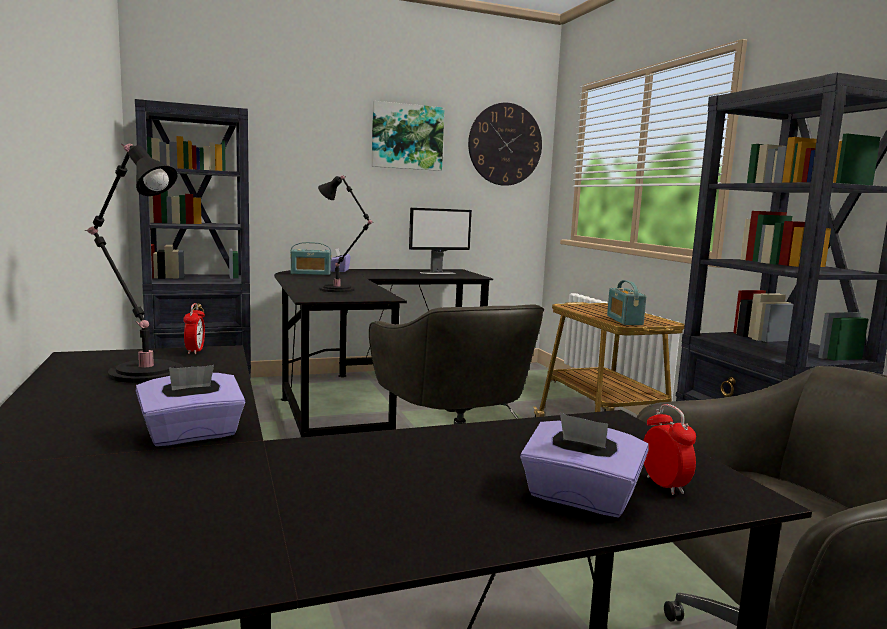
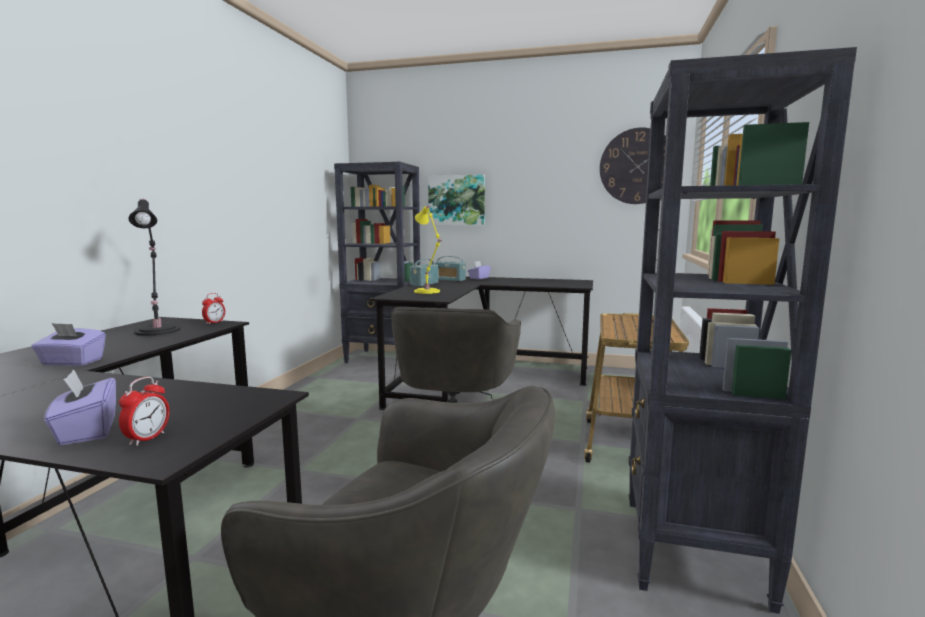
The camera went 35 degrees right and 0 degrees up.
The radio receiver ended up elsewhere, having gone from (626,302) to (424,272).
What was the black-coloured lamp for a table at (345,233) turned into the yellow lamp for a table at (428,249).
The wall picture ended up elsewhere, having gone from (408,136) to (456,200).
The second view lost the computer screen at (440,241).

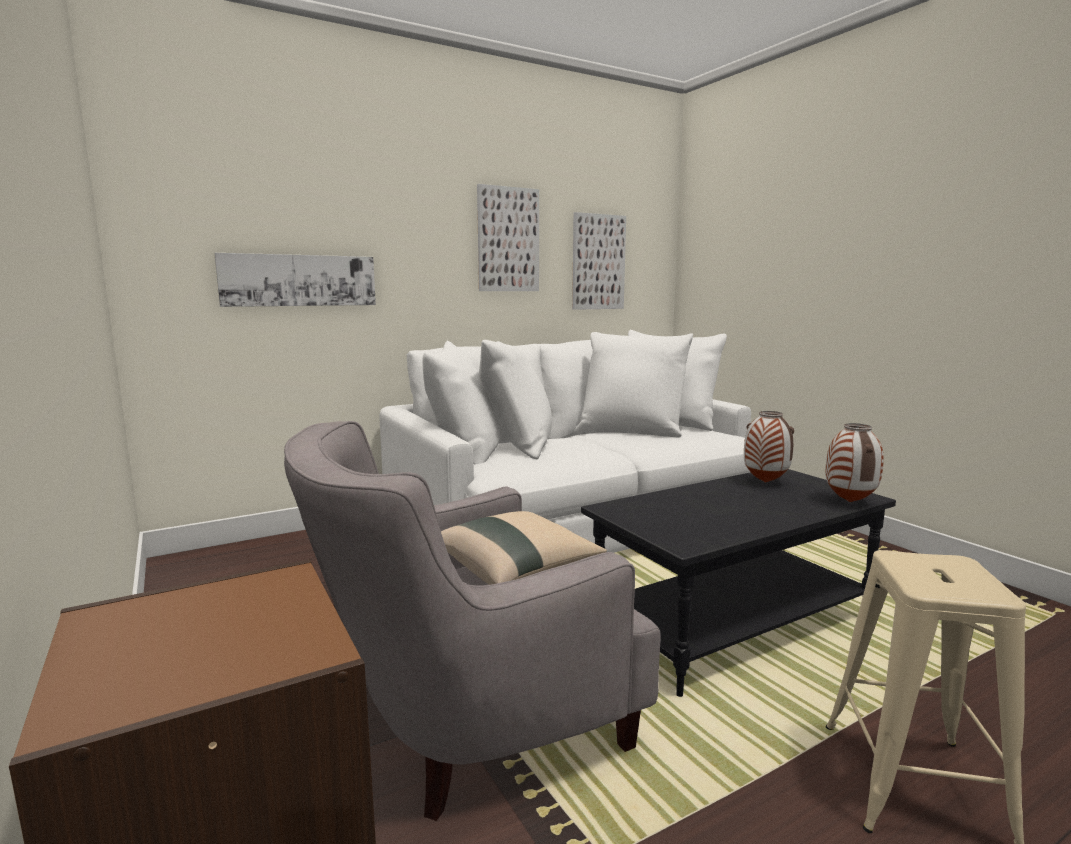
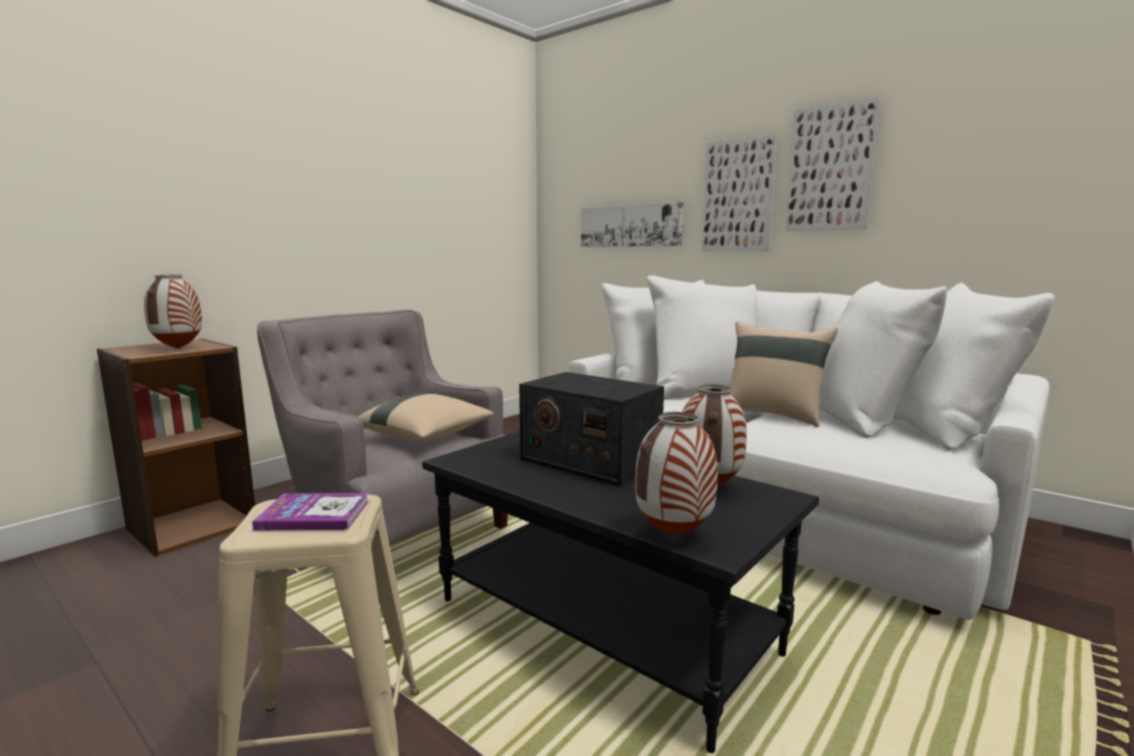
The camera went 70 degrees right and 0 degrees up.
The second view gained the vase at (173,312).
The second view gained the volume at (310,512).
The second view gained the radio receiver at (591,429).
The wall picture ended up elsewhere, having gone from (599,261) to (740,192).
The second view gained the beige-coloured cushion at (784,374).

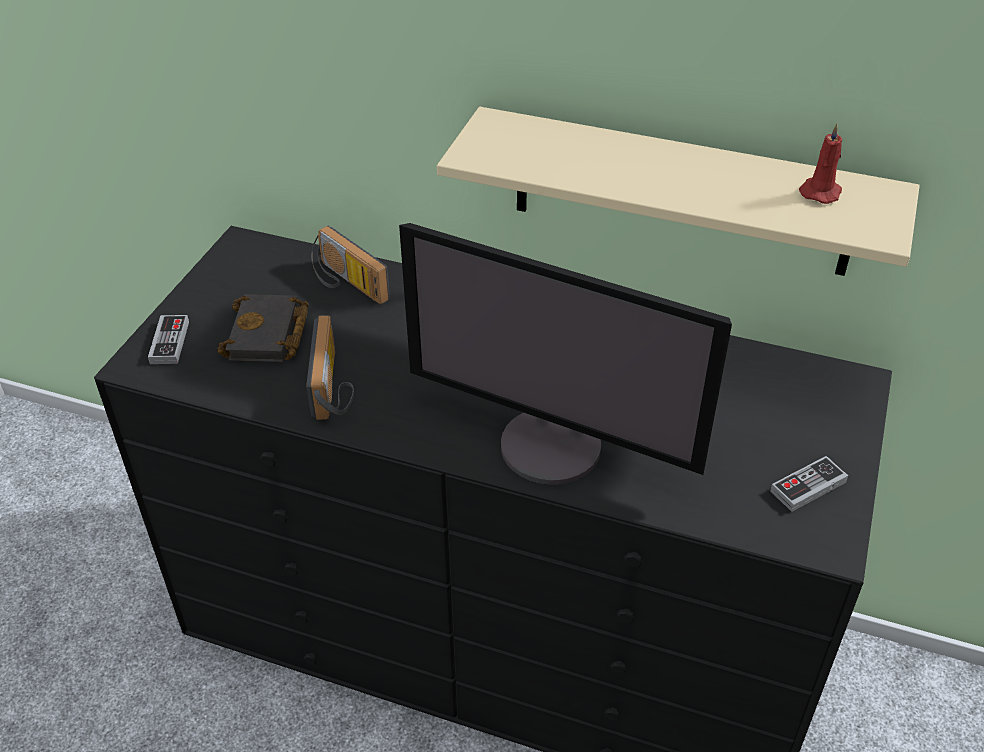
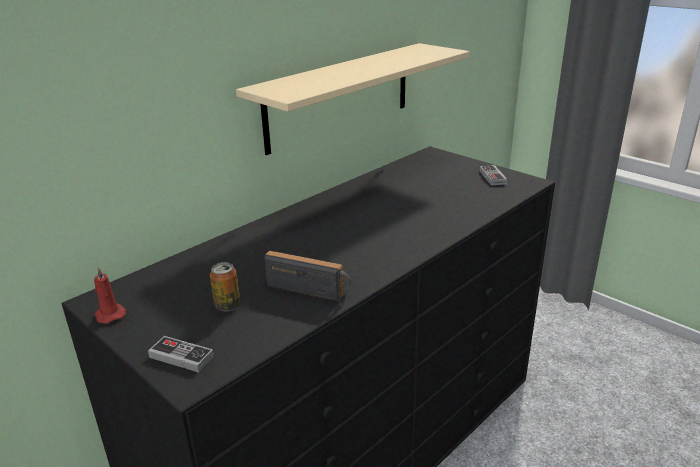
The camera went 65 degrees left and 15 degrees down.
The reddish wax candle ended up elsewhere, having gone from (820,163) to (110,295).
Where the black-coloured volume stood at (263,328), the metal can came to stand at (225,286).
The second view lost the radio receiver at (350,265).
The second view lost the computer screen at (565,354).

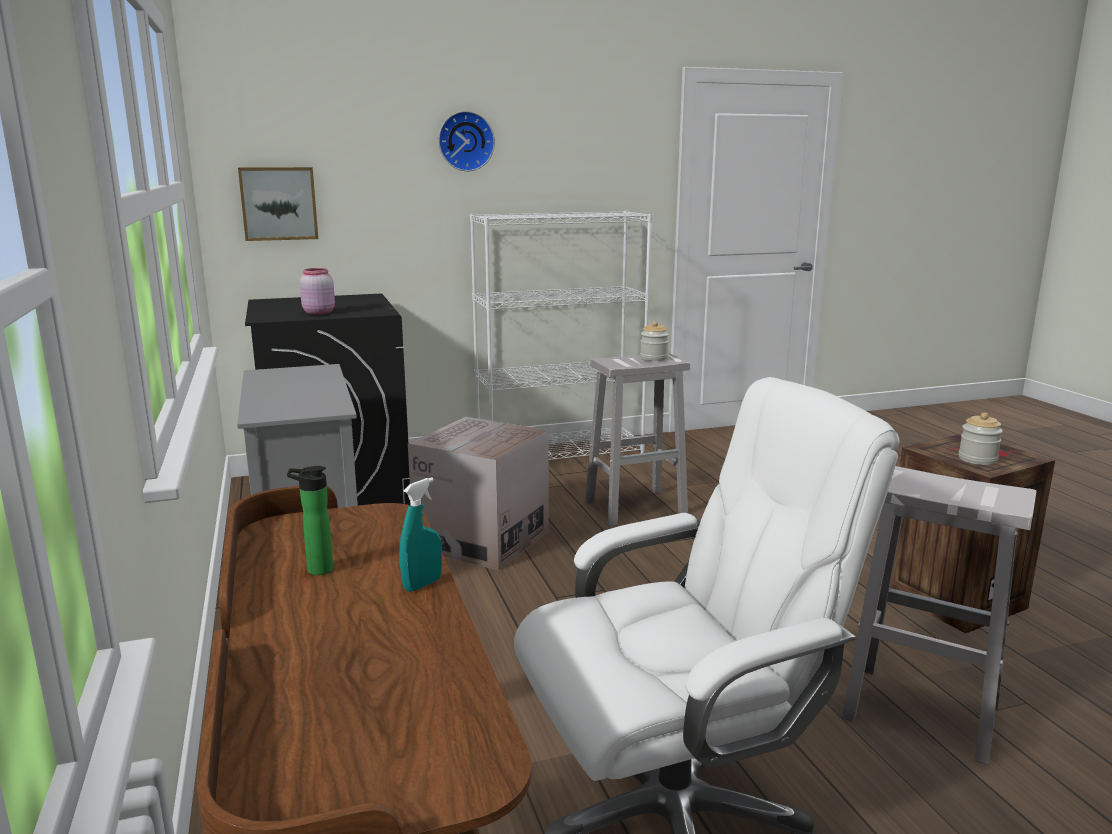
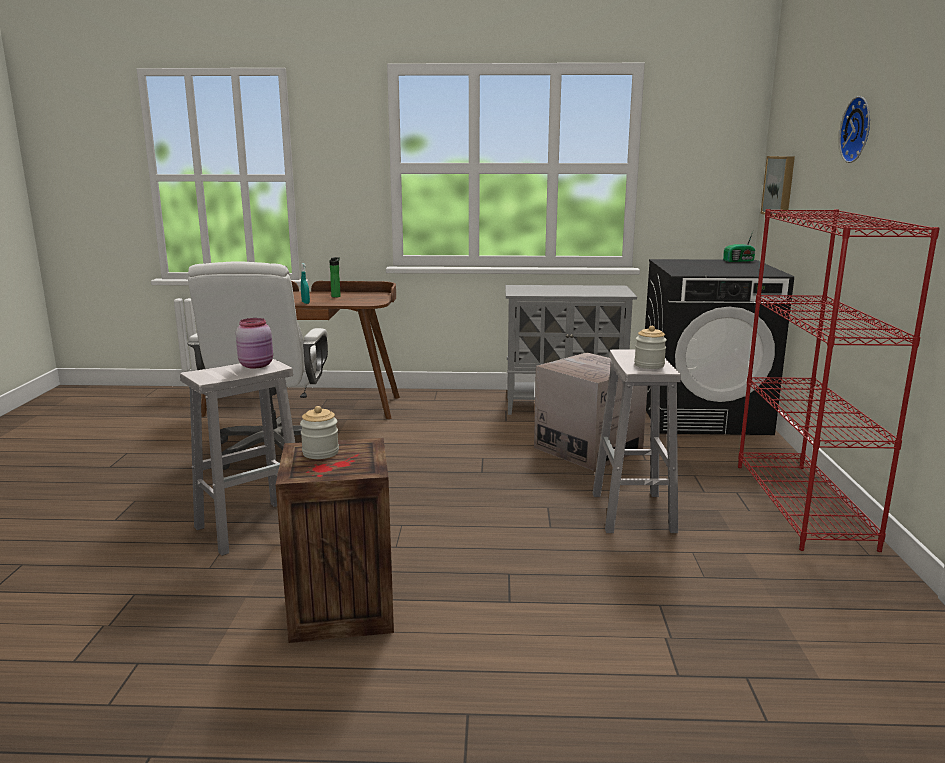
The camera went 110 degrees right and 0 degrees up.
The pinkish preserve jar ended up elsewhere, having gone from (317,291) to (254,343).
The second view gained the radio receiver at (739,247).
What was the white bookcase at (561,335) turned into the reddish bookcase at (839,380).

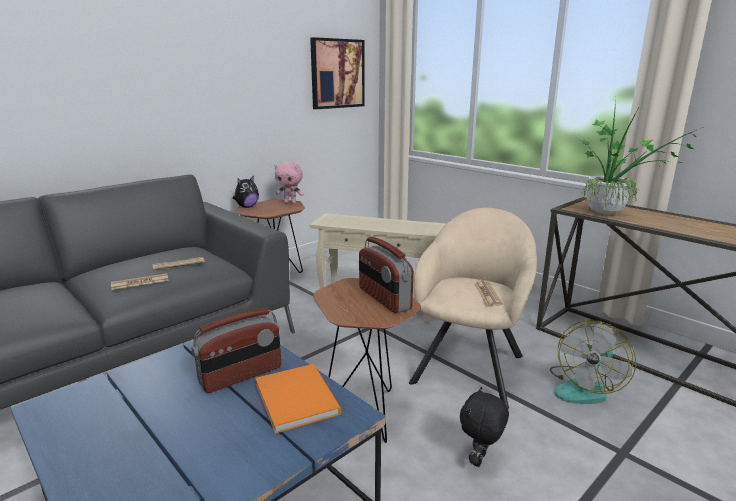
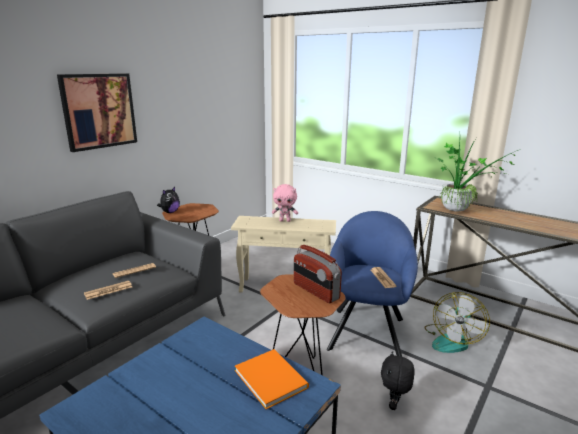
The camera went 10 degrees left and 0 degrees up.
The wall picture ended up elsewhere, having gone from (337,73) to (97,112).
The pinkish plush toy ended up elsewhere, having gone from (289,183) to (285,203).
What was the beige-coloured armchair at (473,308) turned into the blue-coloured armchair at (372,284).
The second view lost the radio receiver at (236,350).

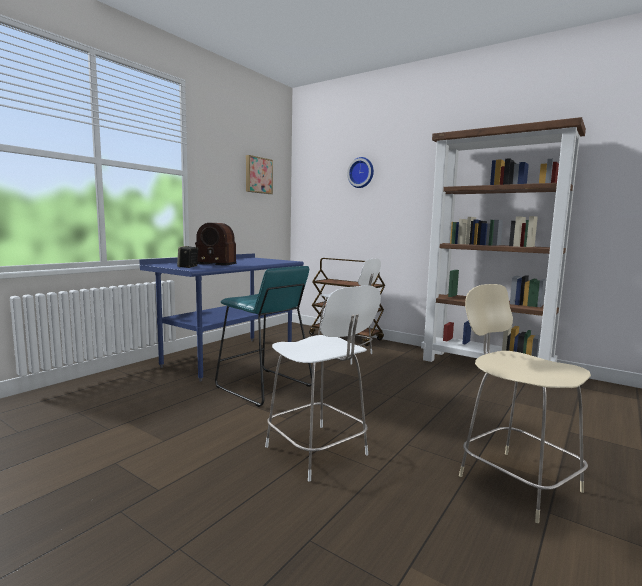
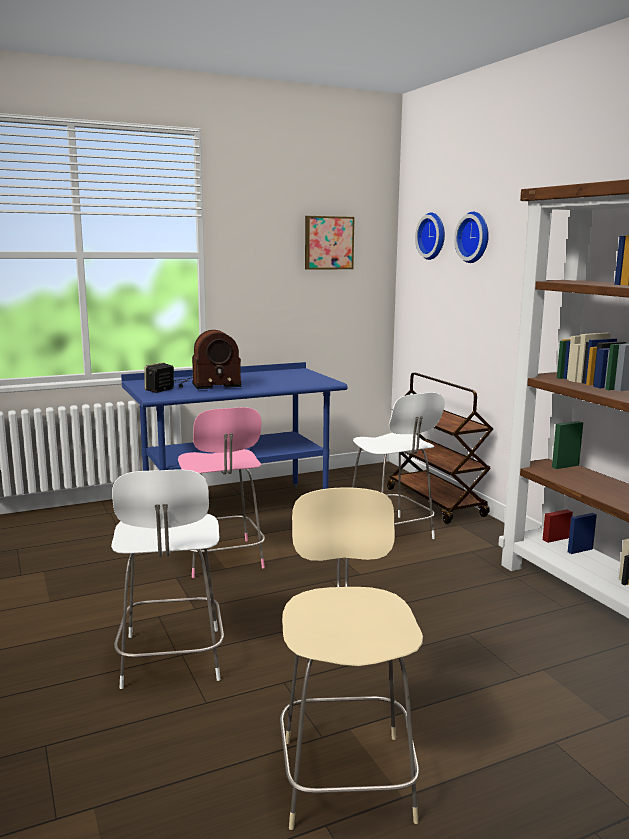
The camera went 30 degrees right and 5 degrees up.
The radio receiver at (215,244) ended up facing another way, 60 degrees counterclockwise from before.
Where the turquoise-coloured sitting stool stood at (263,336), the pinkish plain chair came to stand at (221,492).
The second view gained the hanging clock at (430,236).

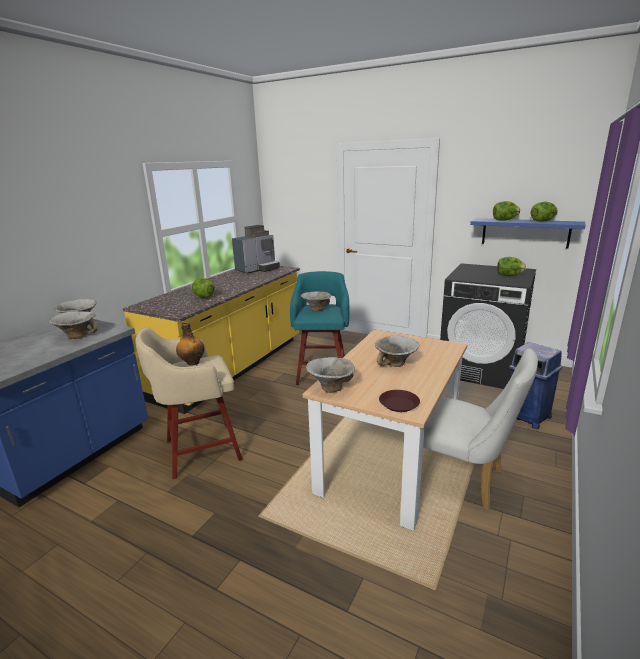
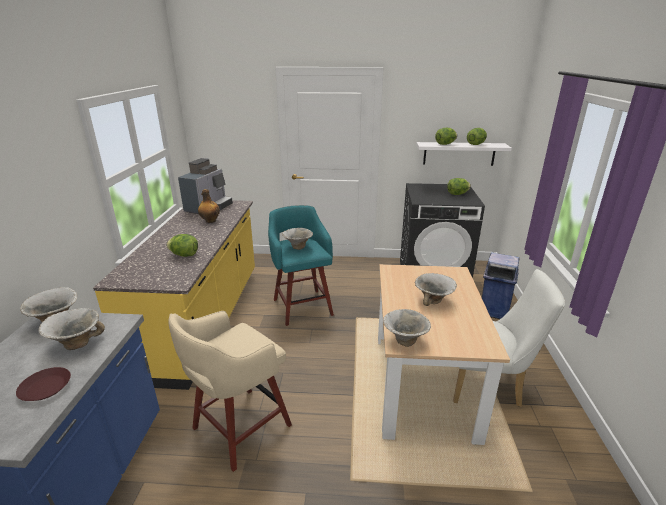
The camera went 25 degrees left and 5 degrees up.
The brownish flat dish ended up elsewhere, having gone from (399,401) to (43,384).
The beverage bottle ended up elsewhere, having gone from (190,343) to (209,206).
What was the blue-coloured bracket shelf at (528,233) turned into the white bracket shelf at (464,154).

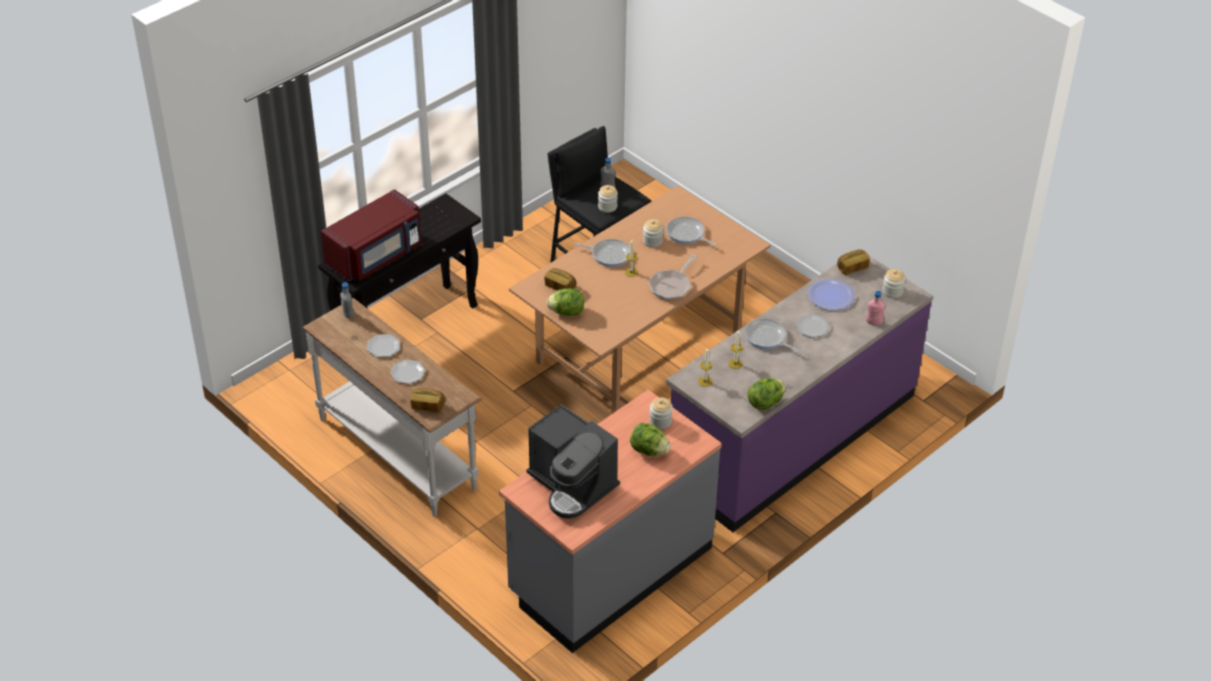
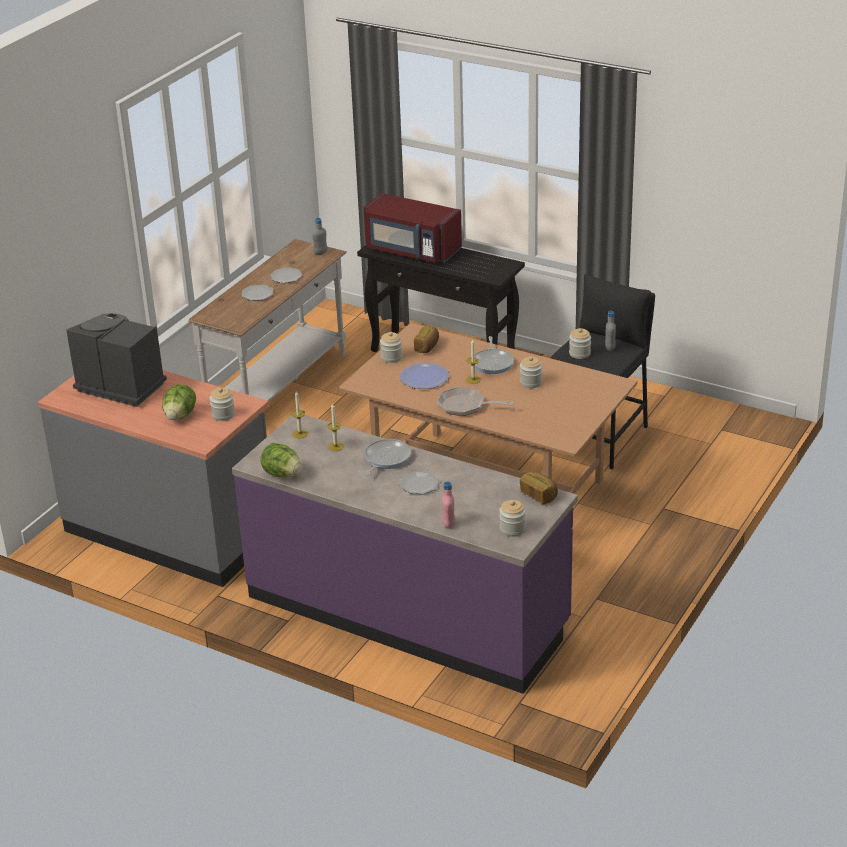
The camera went 75 degrees right and 10 degrees down.
The coffee brewer at (573,461) ended up facing another way, 90 degrees clockwise from before.
Where the head of lettuce stood at (565,302), the preserve jar came to stand at (391,347).
The flat dish ended up elsewhere, having gone from (831,294) to (424,376).
The second view lost the bakery bread at (427,400).
The second view lost the frying pan at (691,231).

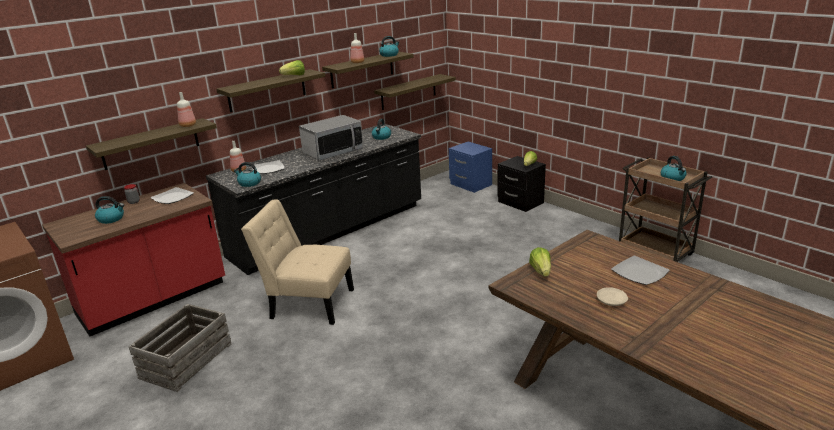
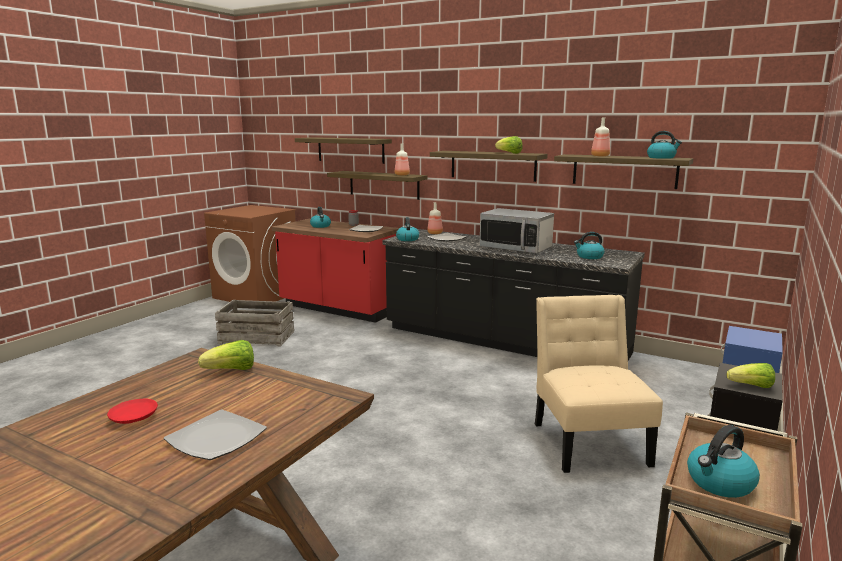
The camera went 70 degrees right and 10 degrees down.
What was the beige-coloured flat dish at (612,296) turned into the reddish flat dish at (132,411).
The bracket shelf ended up elsewhere, having gone from (415,92) to (343,150).
The beige-coloured plain chair ended up elsewhere, having gone from (297,262) to (599,384).

